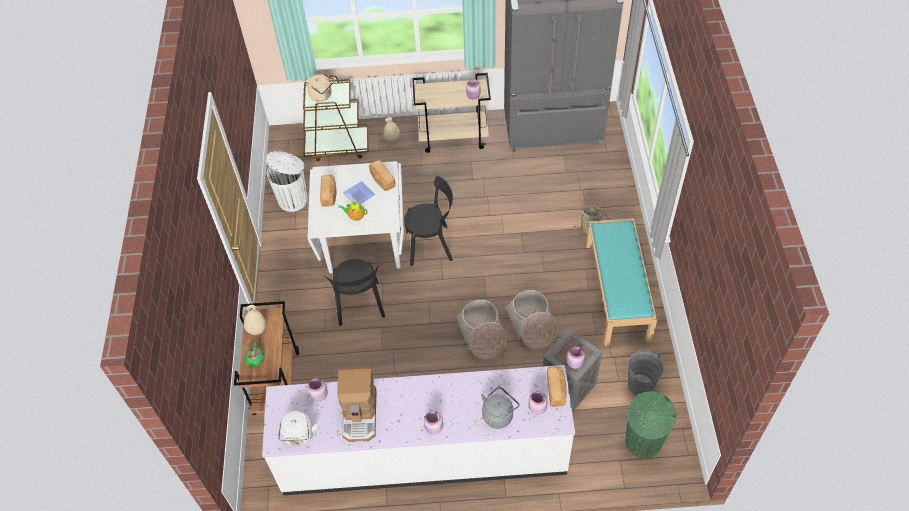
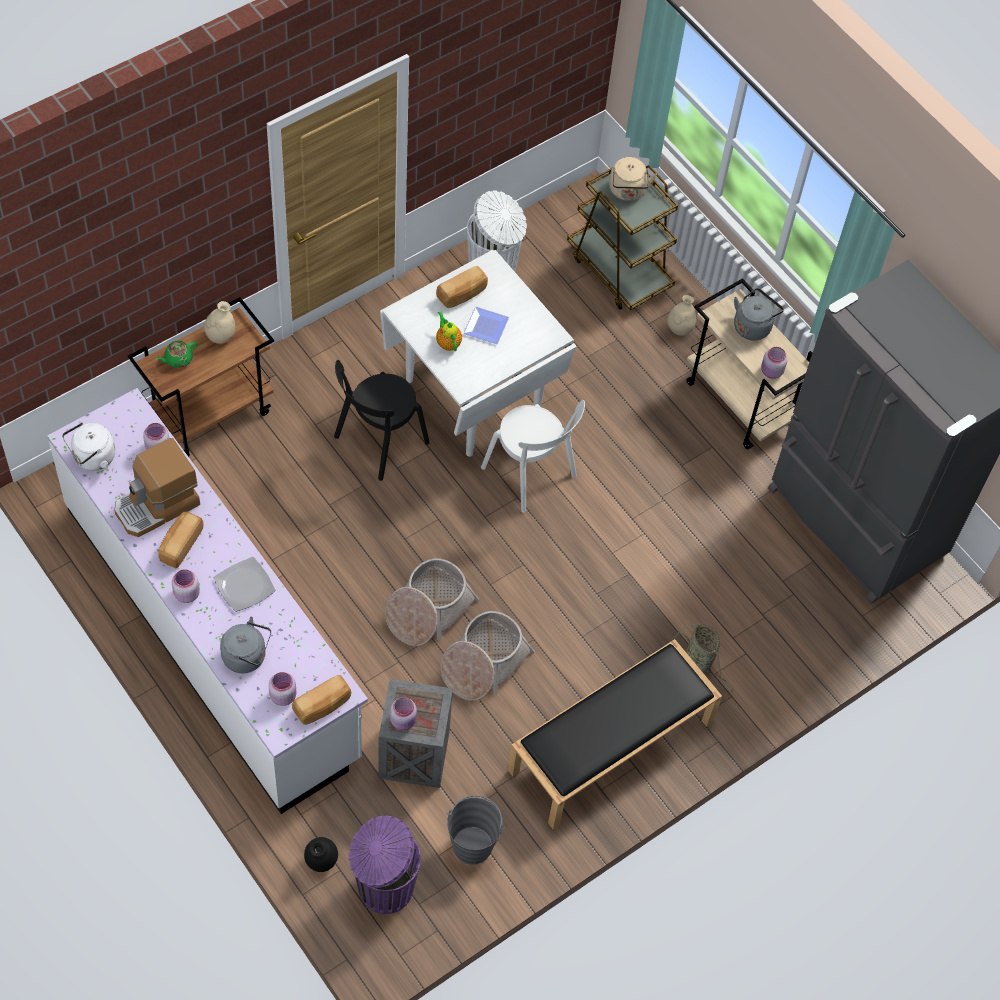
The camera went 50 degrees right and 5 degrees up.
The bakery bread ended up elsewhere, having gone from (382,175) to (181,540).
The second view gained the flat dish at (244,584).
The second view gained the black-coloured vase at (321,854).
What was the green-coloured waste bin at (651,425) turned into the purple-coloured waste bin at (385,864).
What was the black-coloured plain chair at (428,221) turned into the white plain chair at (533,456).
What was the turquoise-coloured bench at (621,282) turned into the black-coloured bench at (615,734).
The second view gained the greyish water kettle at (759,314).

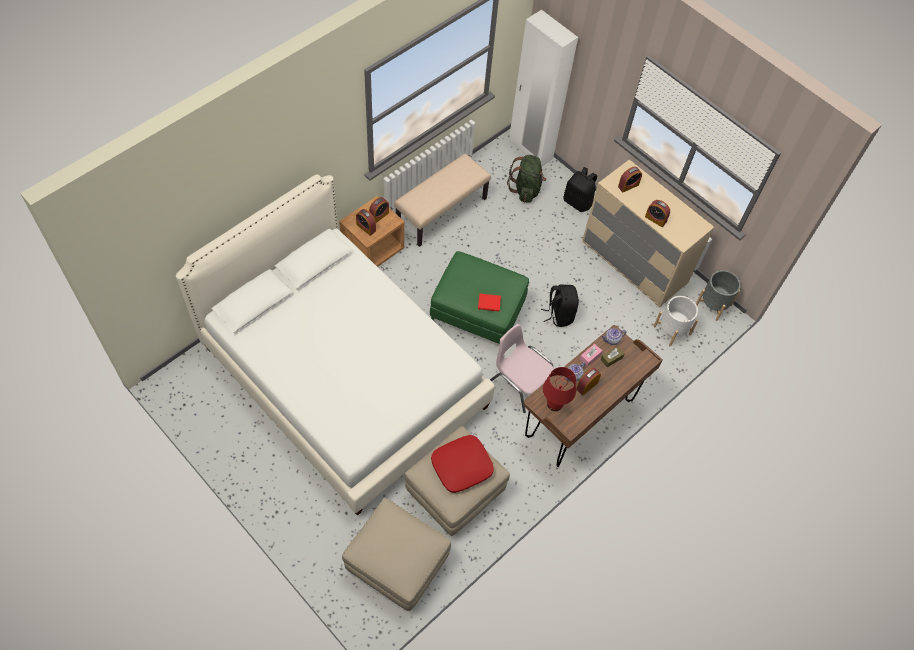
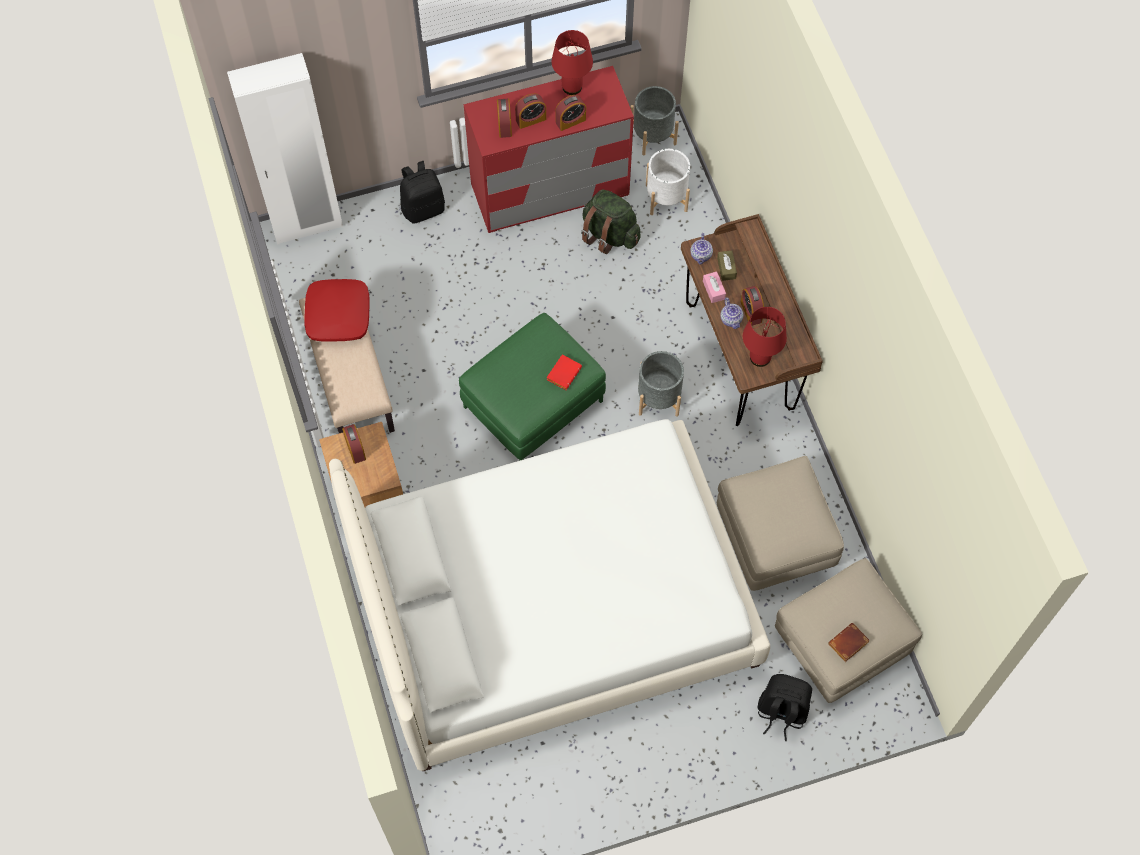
The camera went 60 degrees left and 5 degrees up.
The reddish cushion ended up elsewhere, having gone from (462,464) to (337,310).
What was the beige-coloured drawer chest at (648,233) turned into the reddish drawer chest at (549,149).
The bedside clock ended up elsewhere, having gone from (366,222) to (530,111).
The second view gained the reddish lamp for a table at (572,62).
The green-coloured knapsack ended up elsewhere, having gone from (526,179) to (610,221).
Where the pinkish plain chair stood at (522,368), the greyish plant pot came to stand at (661,384).
The black-coloured knapsack ended up elsewhere, having gone from (560,305) to (785,707).
The second view gained the brownish volume at (849,642).

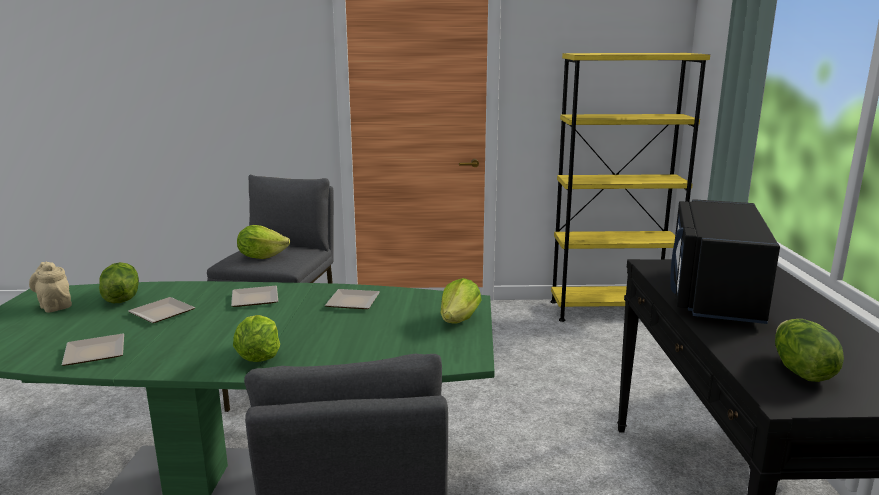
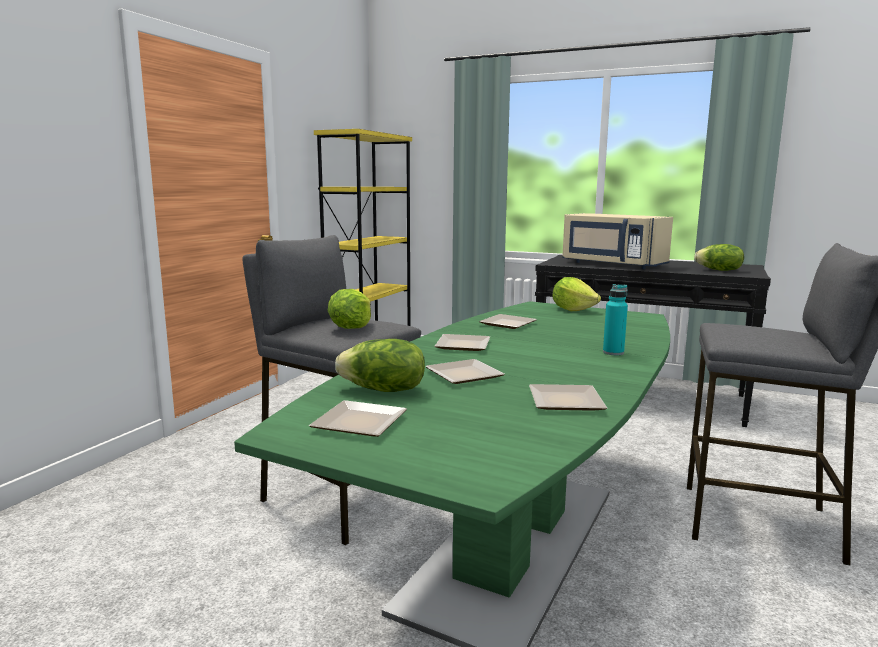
The camera went 65 degrees left and 5 degrees down.
Where the beige-coloured tea pot stood at (50,287), the flat dish came to stand at (358,418).
What was the black-coloured microwave oven at (725,261) turned into the beige-coloured microwave oven at (617,241).
Where the head of lettuce stood at (256,338), the turquoise-coloured beverage bottle came to stand at (615,319).

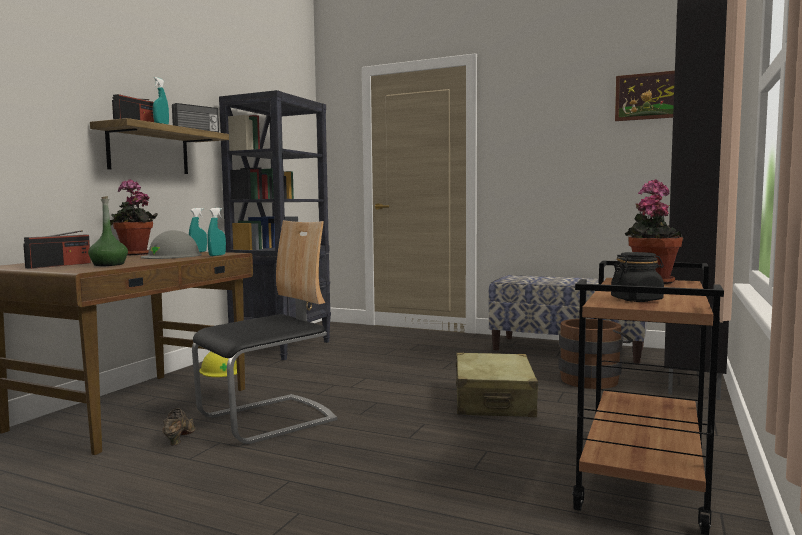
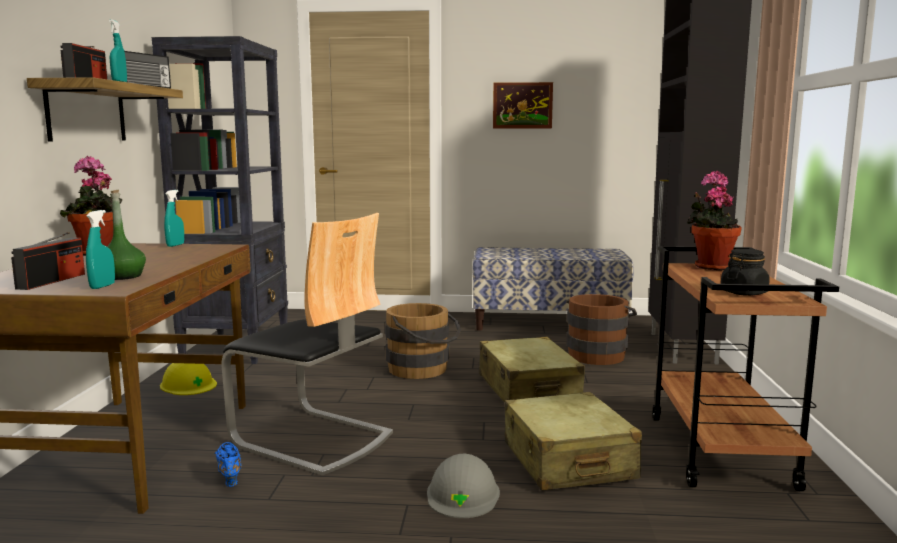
The camera went 20 degrees left and 5 degrees up.
The turquoise-coloured sprayer ended up elsewhere, having gone from (216,232) to (100,249).
What was the brownish low shoe at (179,426) turned into the blue-coloured low shoe at (228,464).
The plain chair at (264,332) ended up facing another way, 90 degrees clockwise from before.
The second view gained the brownish pail at (423,341).
The greyish work helmet ended up elsewhere, having gone from (171,244) to (463,486).
The wall picture ended up elsewhere, having gone from (645,96) to (523,105).
The second view gained the beige-coloured travel case at (573,441).

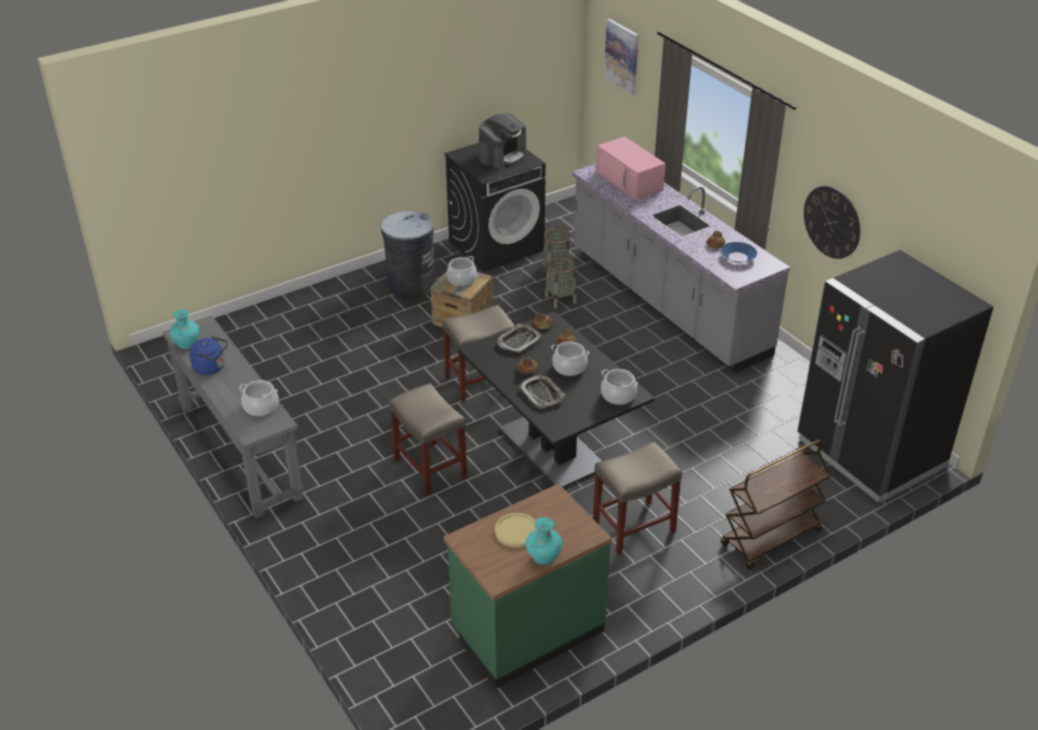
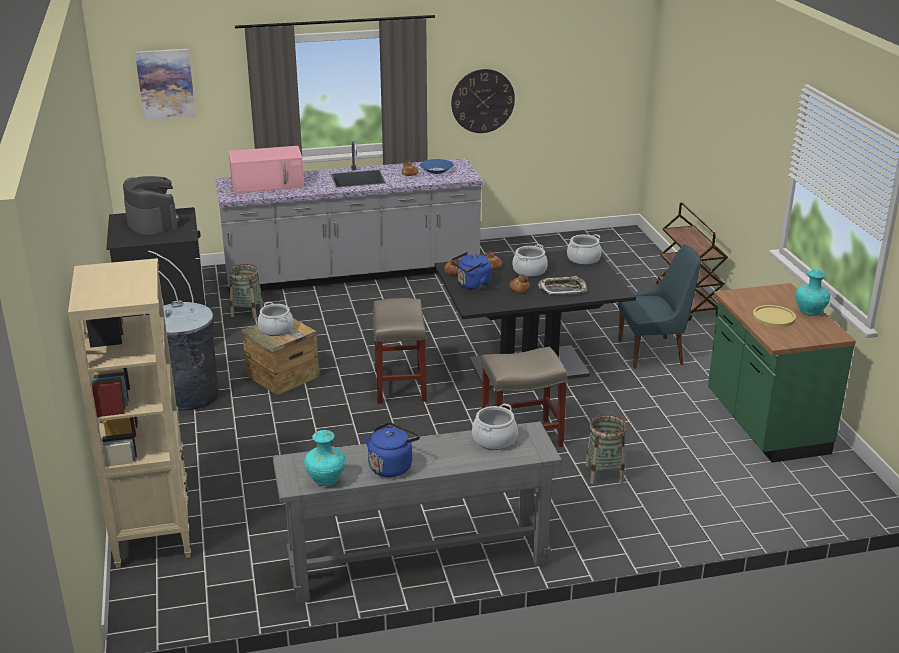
The camera went 70 degrees left and 10 degrees down.
The second view gained the beige-coloured bookcase at (129,413).
Where the serving tray stood at (519,338), the blue-coloured water kettle came to stand at (471,271).
The storage basket ended up elsewhere, having gone from (561,282) to (606,449).
Where the beige-coloured sitting stool stood at (637,498), the blue-coloured plain chair came to stand at (659,306).
The second view lost the black-coloured fridge at (895,376).

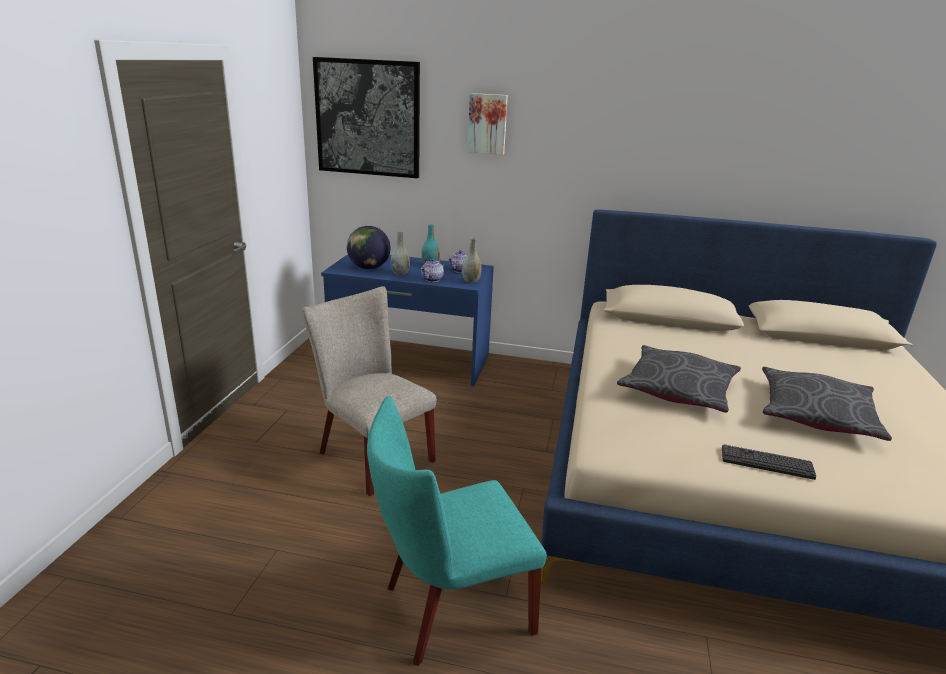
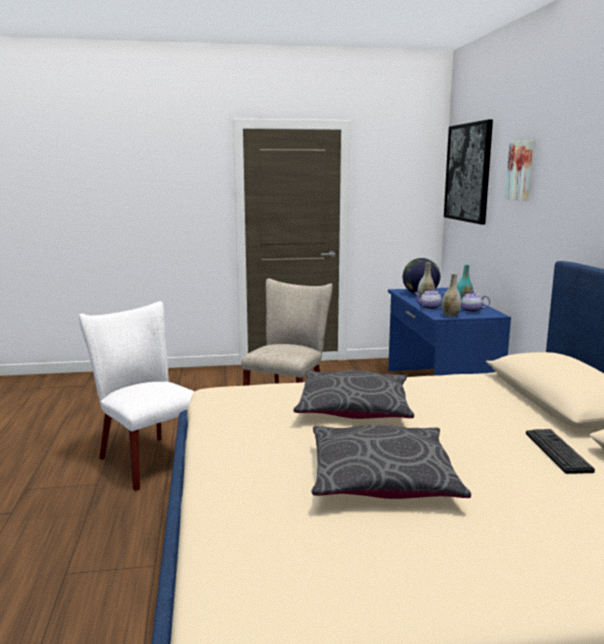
The camera went 70 degrees right and 10 degrees down.
What was the turquoise-coloured plain chair at (457,531) turned into the white plain chair at (137,396).
The keyboard ended up elsewhere, having gone from (769,462) to (560,451).

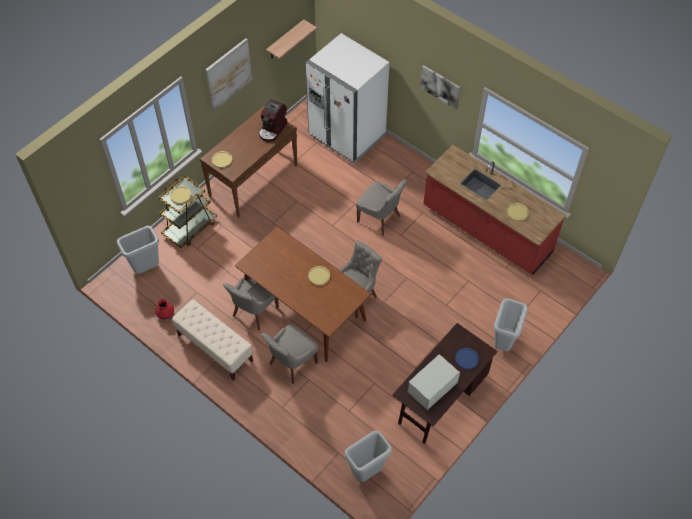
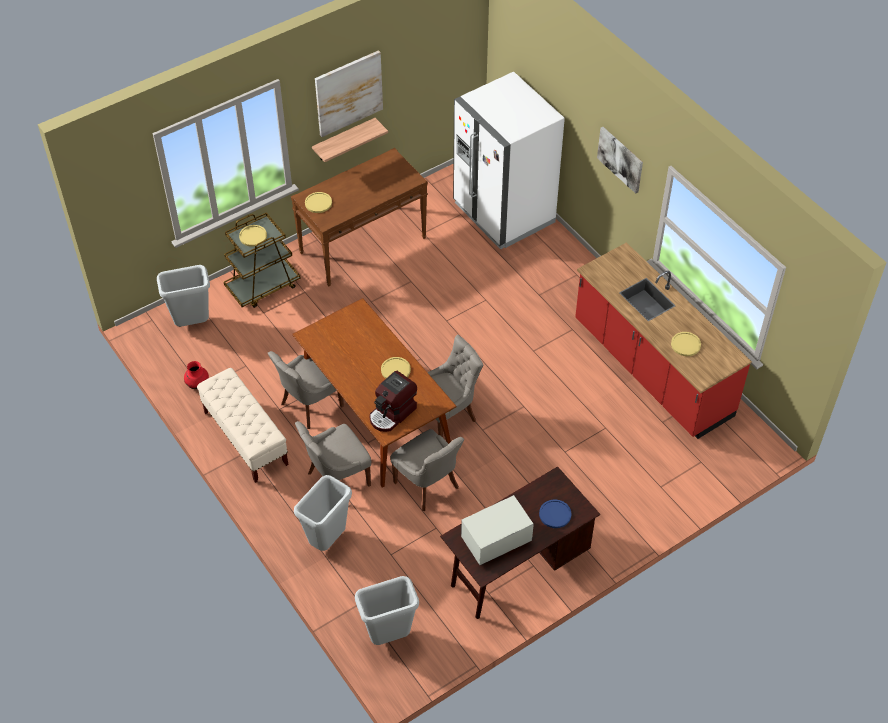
The camera went 15 degrees right and 5 degrees down.
The greyish waste bin ended up elsewhere, having gone from (511,324) to (323,513).
The bracket shelf ended up elsewhere, having gone from (291,39) to (350,140).
The coffee brewer ended up elsewhere, having gone from (273,121) to (393,401).
The greyish plain chair ended up elsewhere, having gone from (381,207) to (427,470).

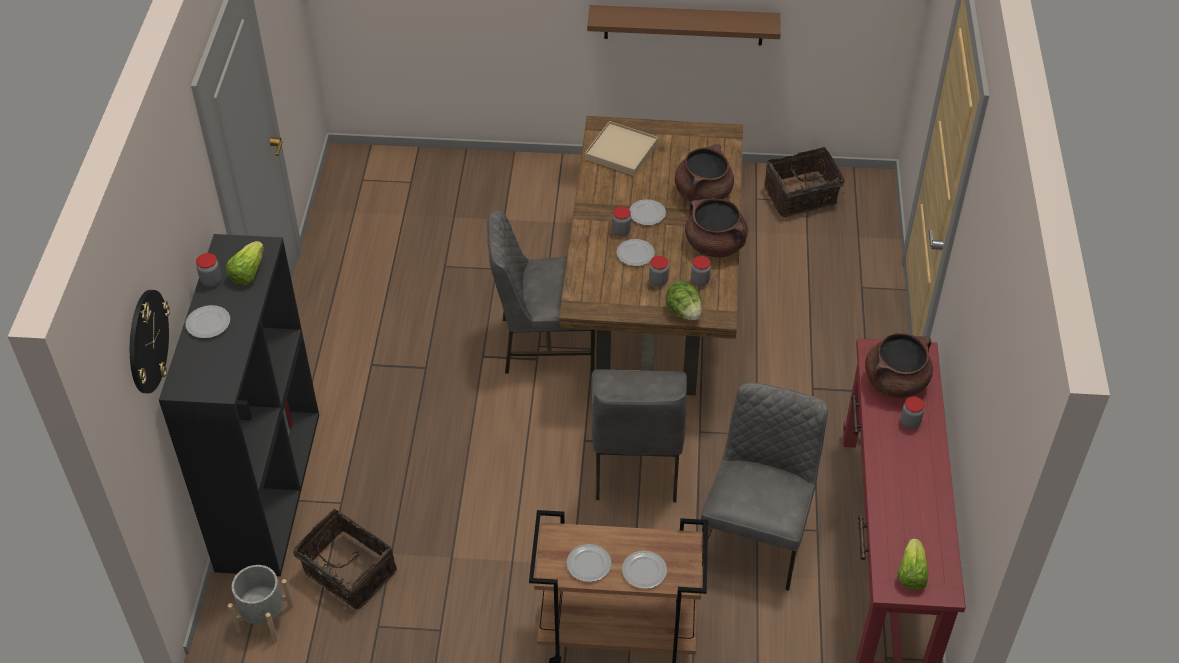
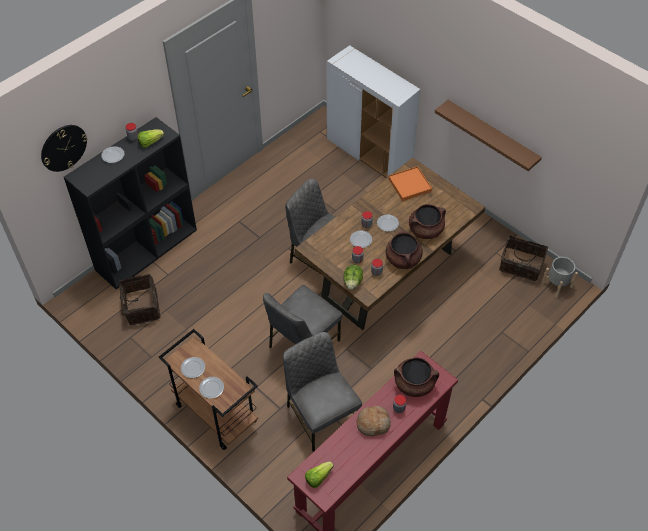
The camera went 40 degrees right and 5 degrees up.
The greyish plain chair at (764,486) ended up facing another way, 90 degrees counterclockwise from before.
The second view gained the white storage cabinet at (373,111).
The second view gained the bakery bread at (373,421).
What was the beige-coloured serving tray at (621,148) turned into the orangey serving tray at (410,183).
The greyish plant pot ended up elsewhere, having gone from (260,603) to (560,277).

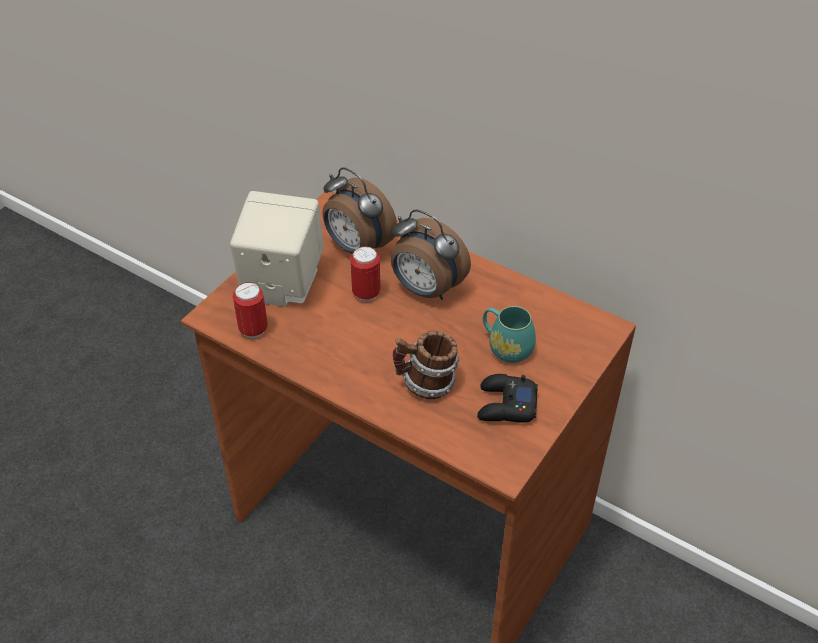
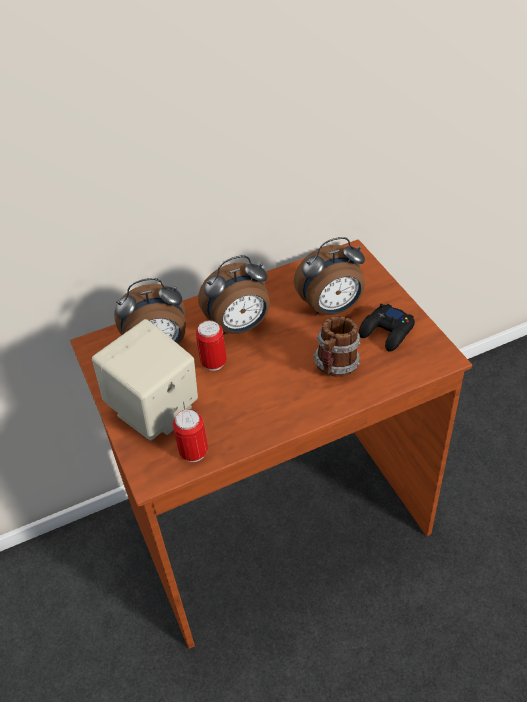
The camera went 55 degrees left and 0 degrees up.
Where the turquoise-coloured mug stood at (509,334), the bedside clock came to stand at (329,276).

